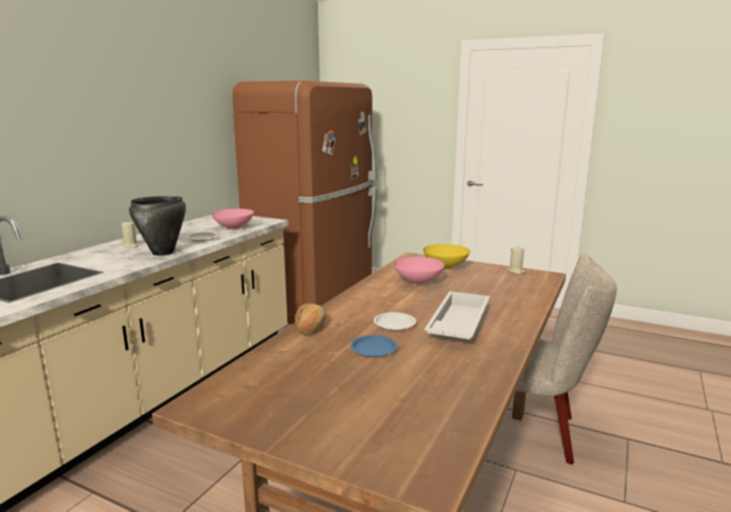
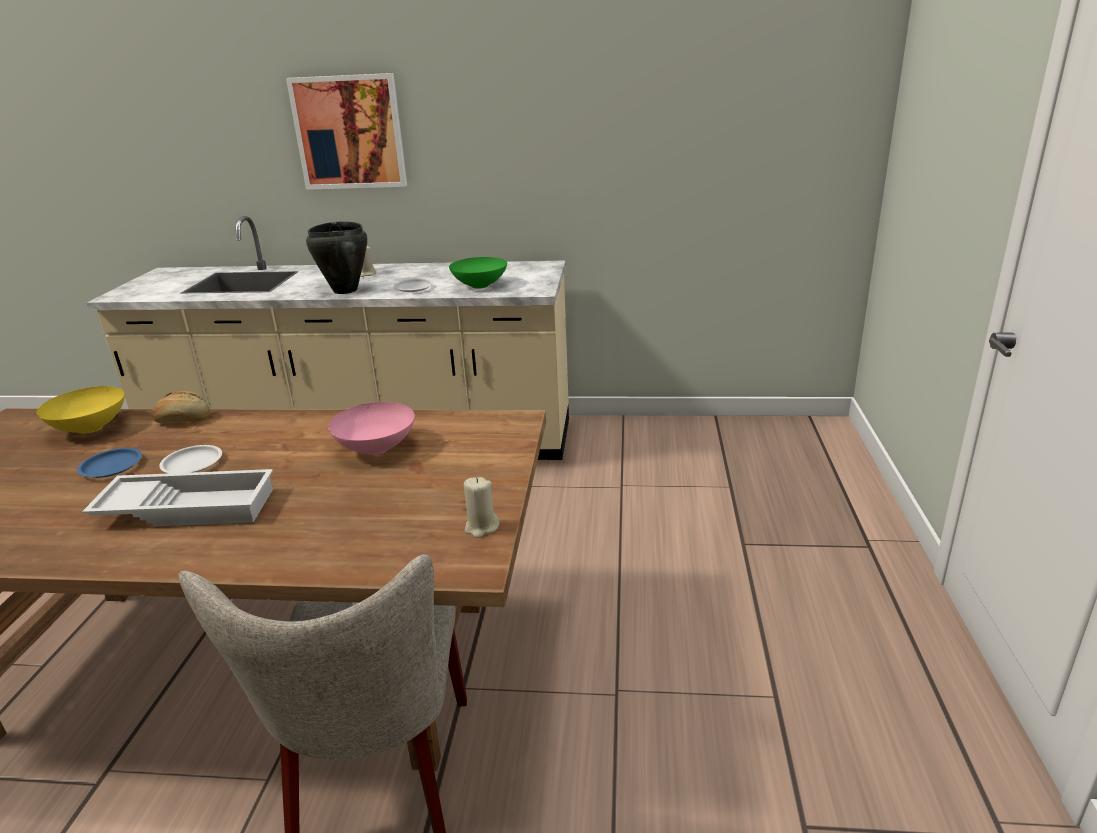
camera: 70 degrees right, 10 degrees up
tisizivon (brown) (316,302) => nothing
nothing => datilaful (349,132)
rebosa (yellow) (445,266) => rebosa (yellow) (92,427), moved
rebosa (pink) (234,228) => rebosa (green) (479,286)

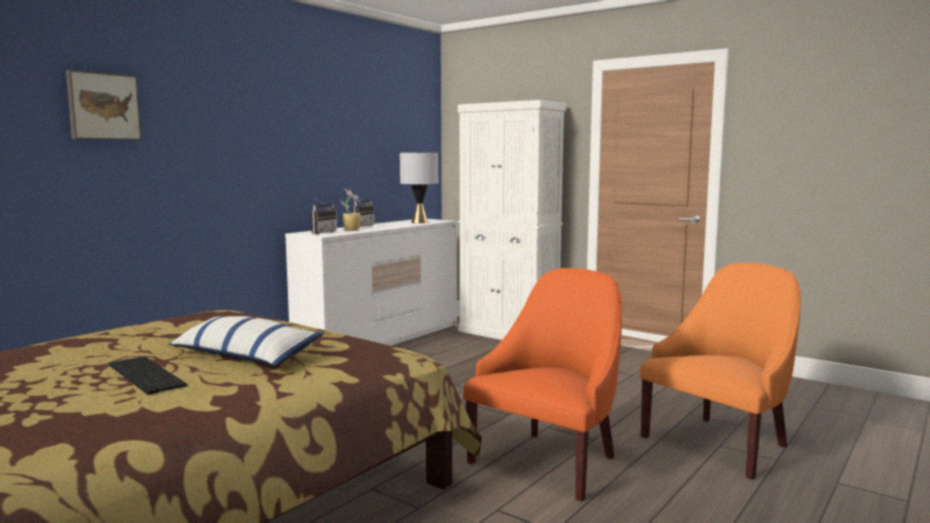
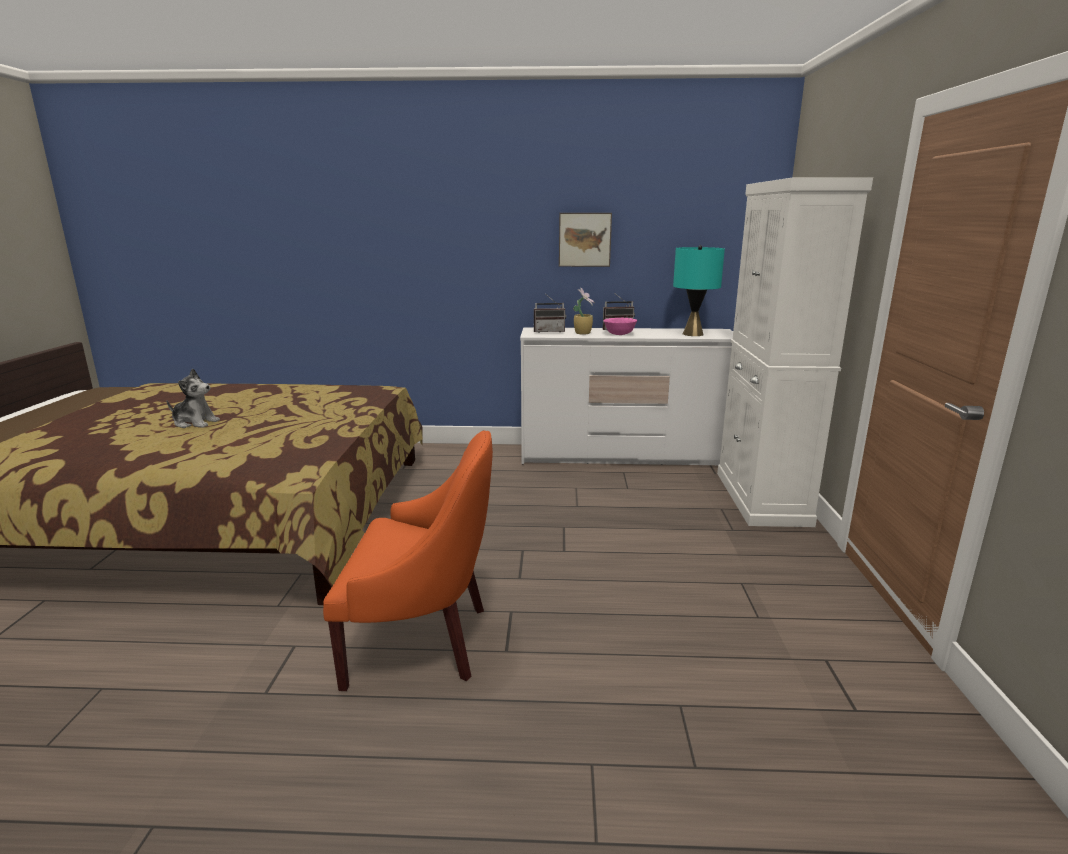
camera: 55 degrees right, 10 degrees up
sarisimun (246,356) => nothing
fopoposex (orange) (720,443) => nothing
nothing => rebosa (pink) (619,334)
datilaful (103,106) => datilaful (584,239), moved
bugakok (143,375) => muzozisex (195,423)
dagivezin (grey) (419,222) => dagivezin (turquoise) (693,334)

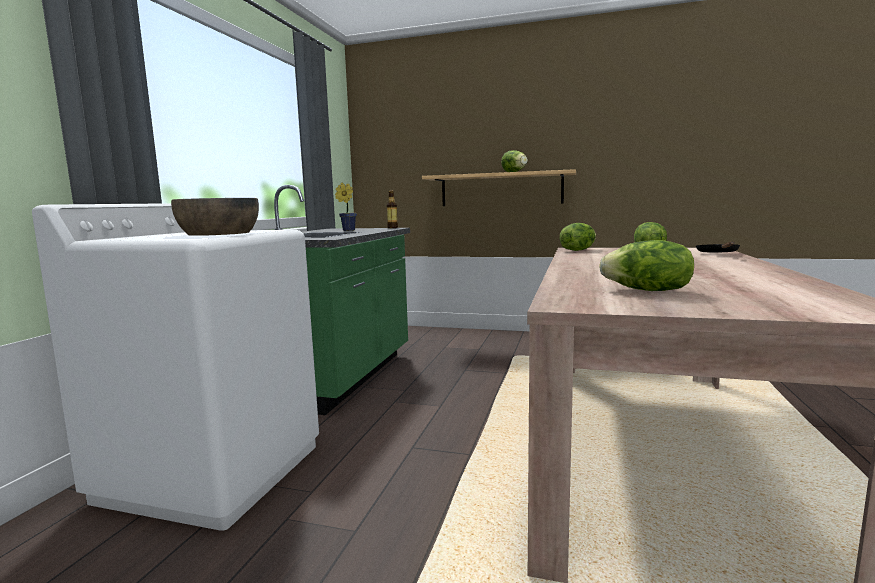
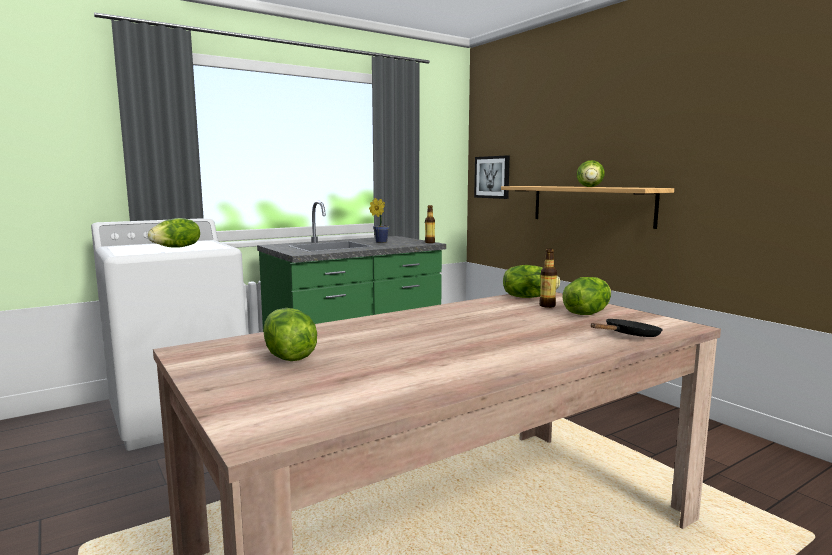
camera: 40 degrees right, 0 degrees up
nothing => datilaful (492,177)
nothing => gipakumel (547,306)
rebosa (brown) (219,233) => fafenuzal (177,247)

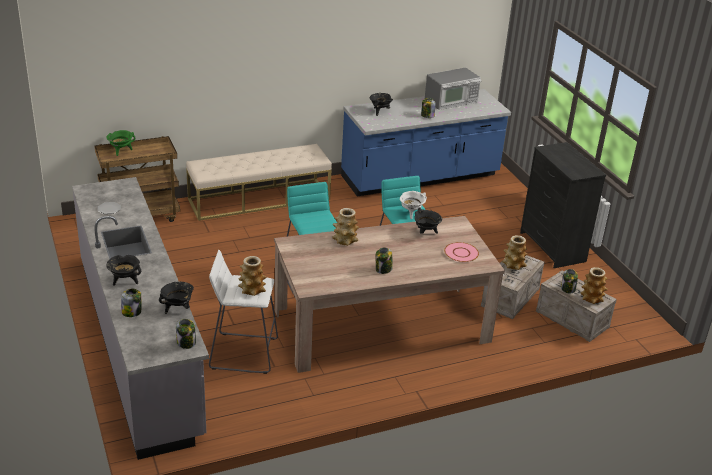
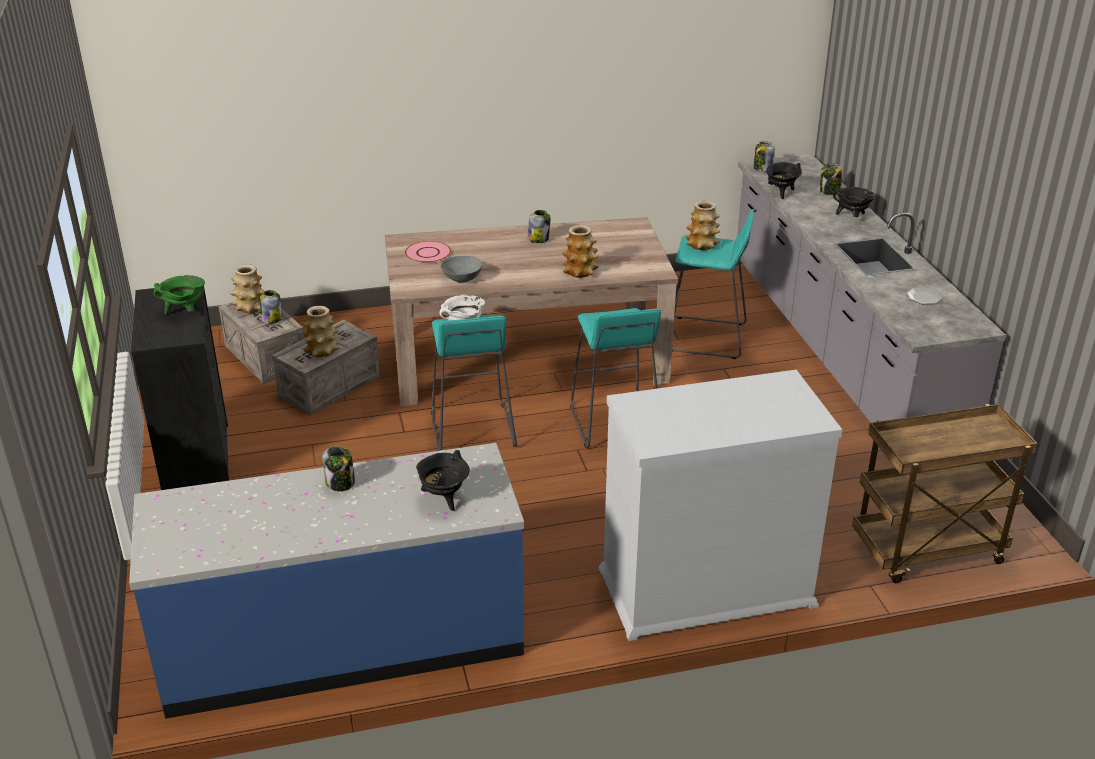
camera: 170 degrees left, 0 degrees up
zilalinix (451,101) => nothing
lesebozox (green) (121,151) => lesebozox (green) (185,311), moved
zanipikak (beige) (259,199) => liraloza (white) (705,587)
lesebozox (black) (426,233) => rebosa (grey) (462,278)
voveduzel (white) (243,352) => voveduzel (turquoise) (707,338)

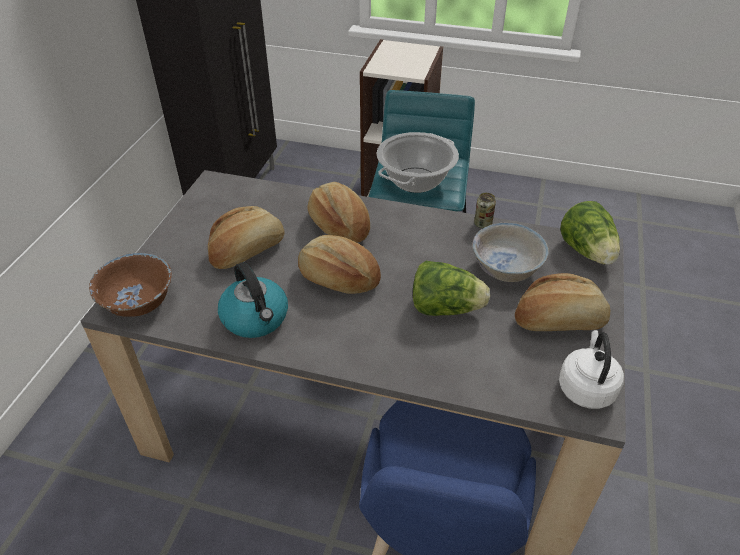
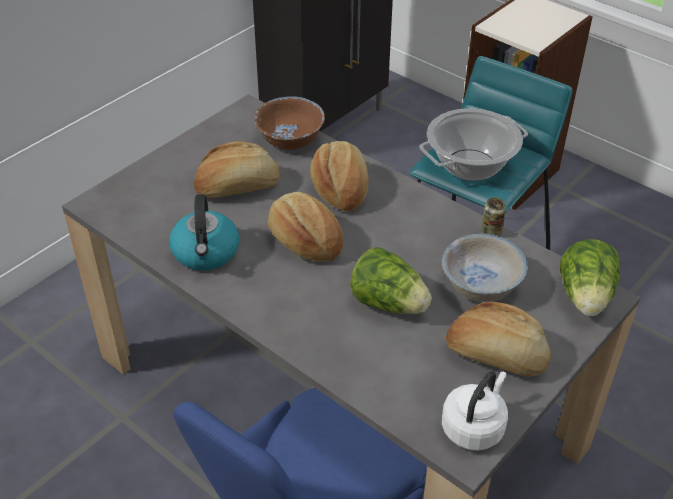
camera: 25 degrees right, 0 degrees up
rebosa (brown) (138,301) => rebosa (brown) (290,139), moved

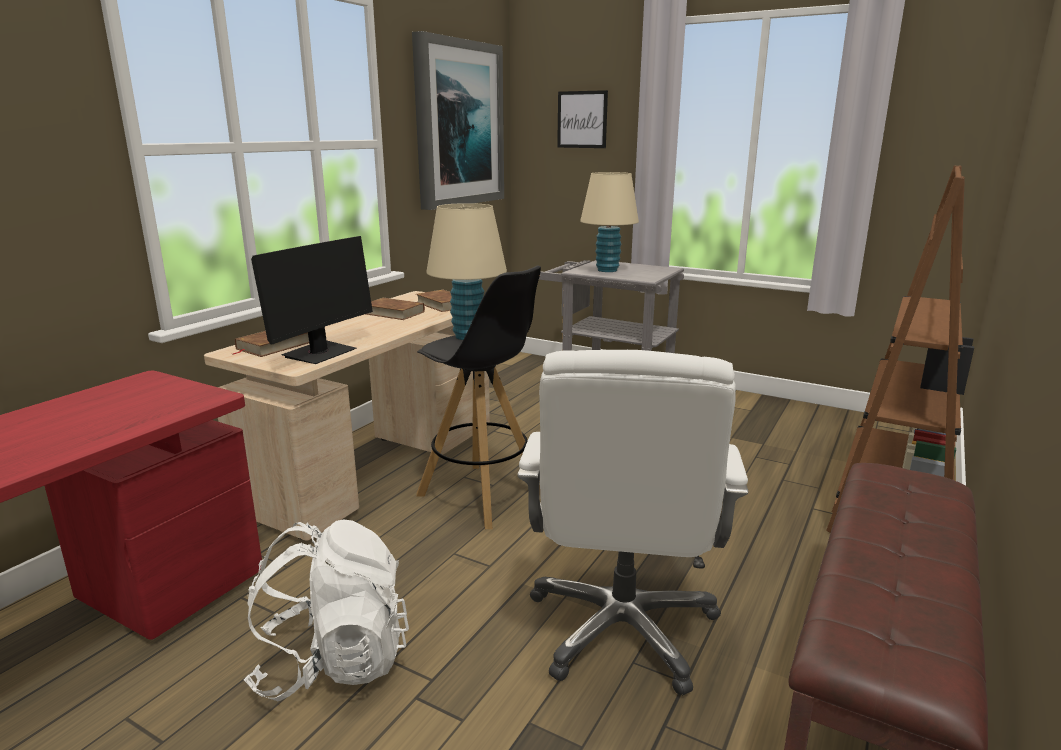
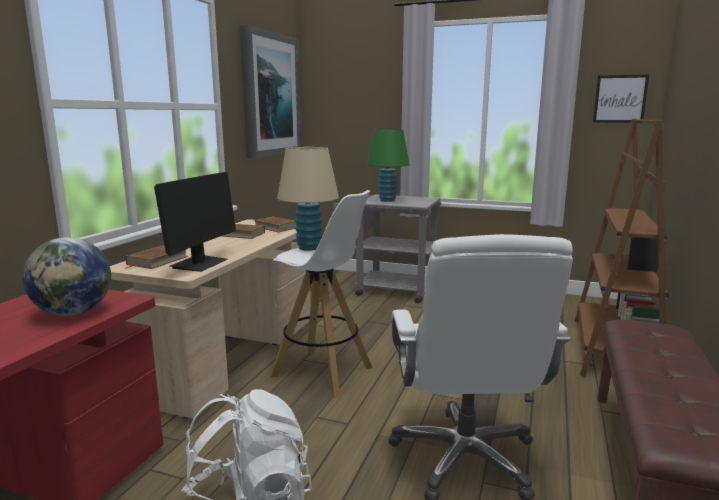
camera: 10 degrees left, 5 degrees down
nothing => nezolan (74,313)
datilaful (582,119) => datilaful (620,99), moved
voveduzel (black) (482,495) => voveduzel (white) (323,372)
dagivezin (beige) (607,270) => dagivezin (green) (387,200)

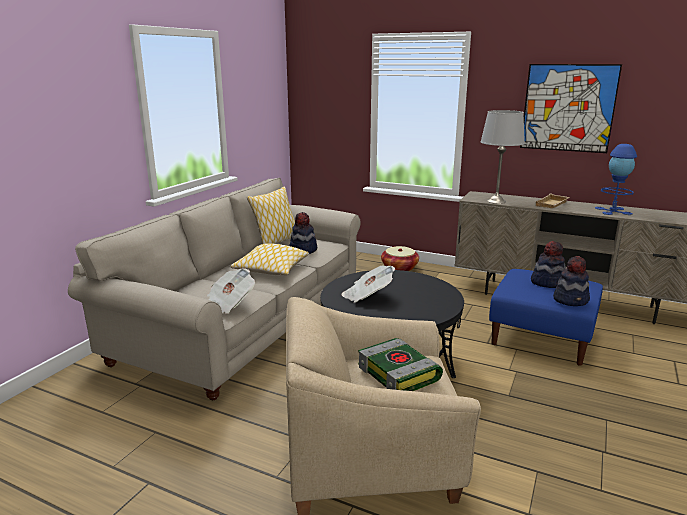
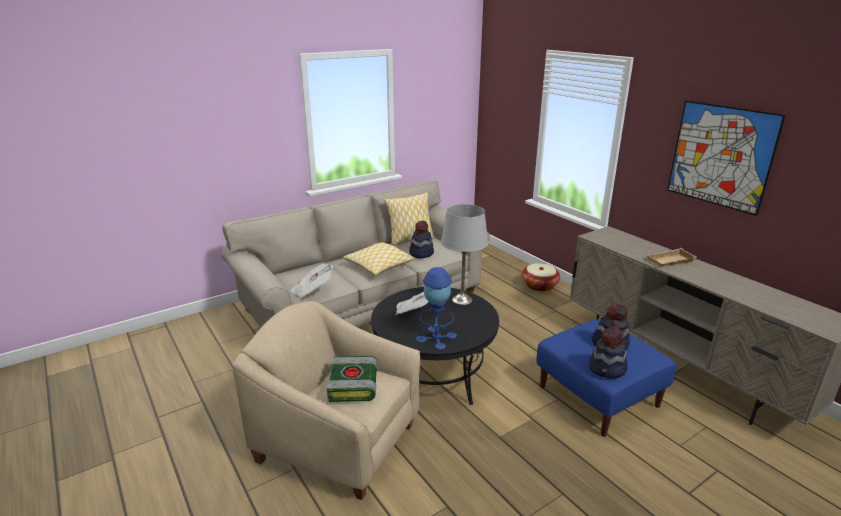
camera: 30 degrees right, 5 degrees up
dagivezin (grey) (496,201) => dagivezin (grey) (462,300), moved
dagivezin (blue) (613,211) => dagivezin (blue) (436,337), moved

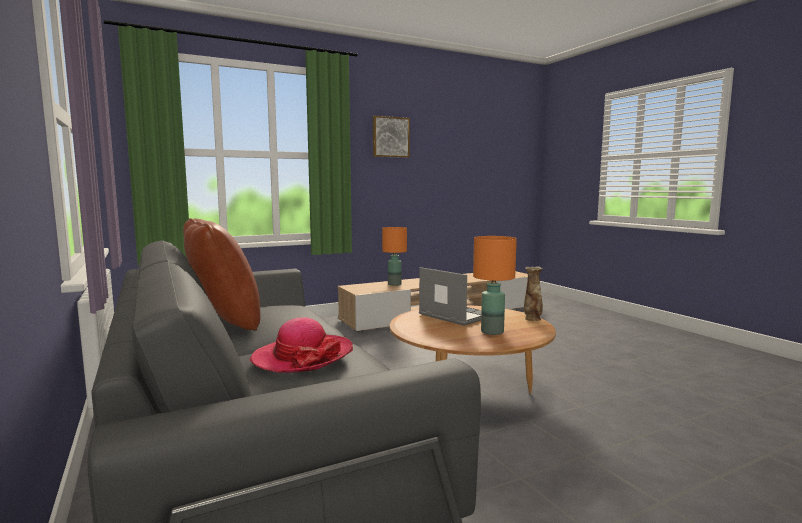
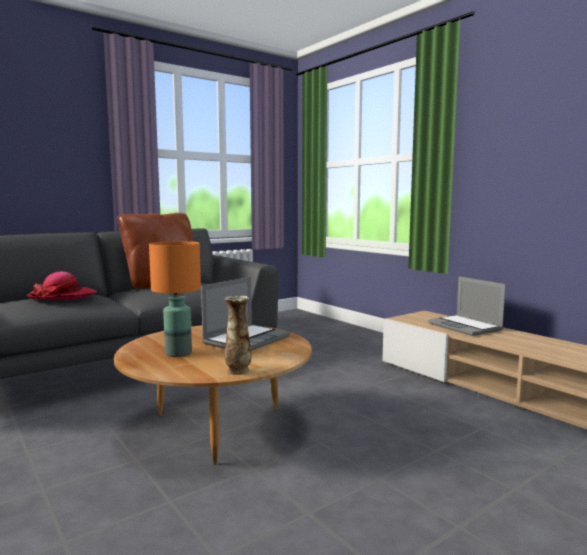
camera: 80 degrees right, 0 degrees up
datilaful (390,137) => nothing
dagivezin (orange) (394,284) => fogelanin (466,327)

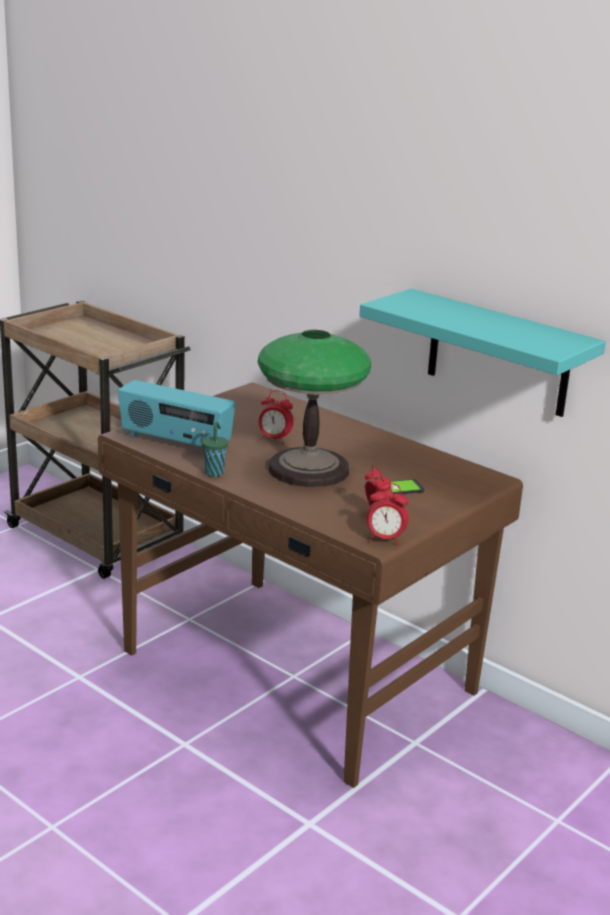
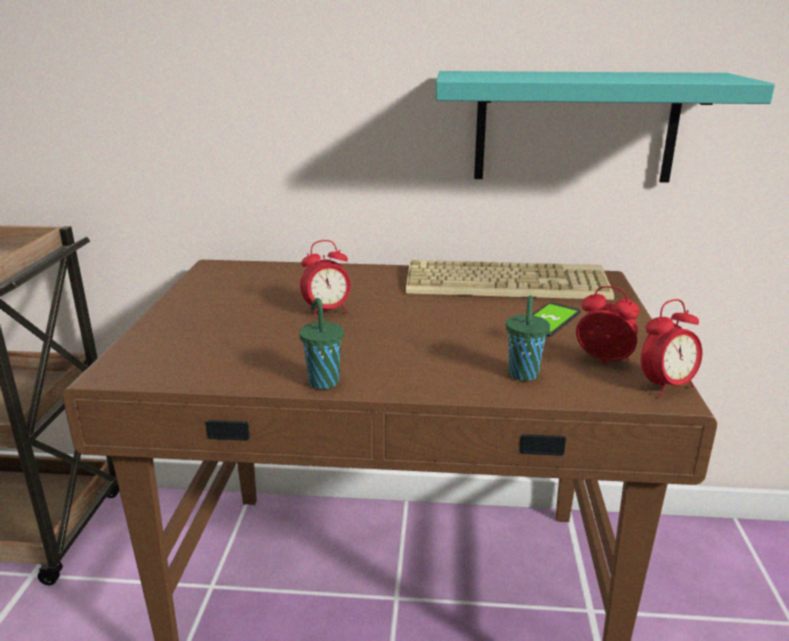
camera: 35 degrees left, 0 degrees up
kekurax (175,442) => nothing
dagivezin (308,469) => nothing
nothing => bugakok (507,282)
nothing => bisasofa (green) (523,375)

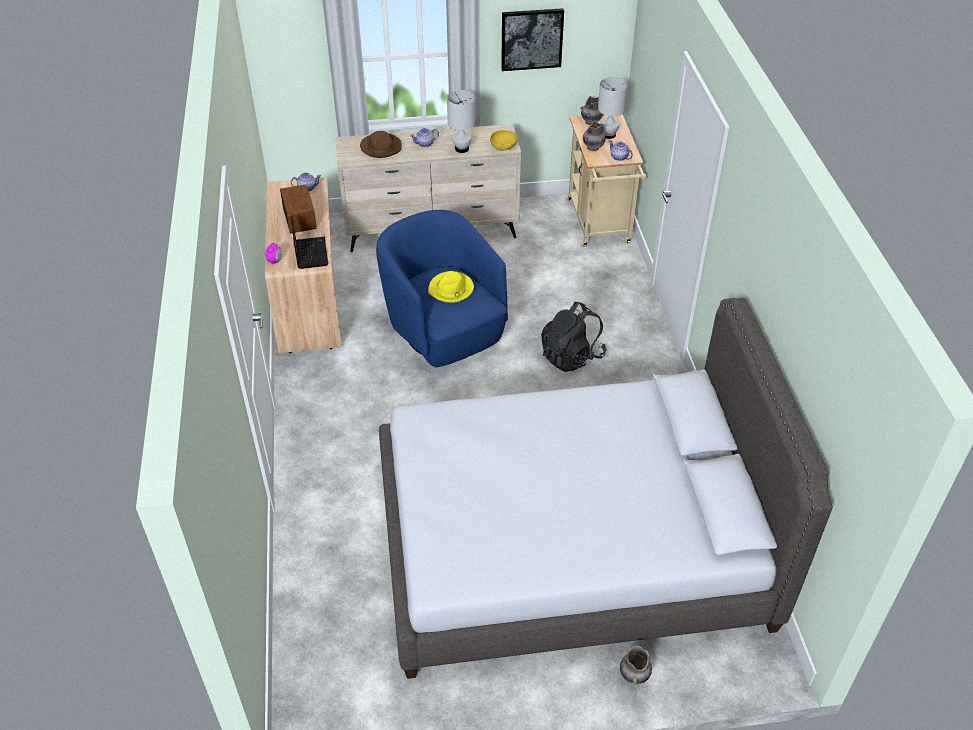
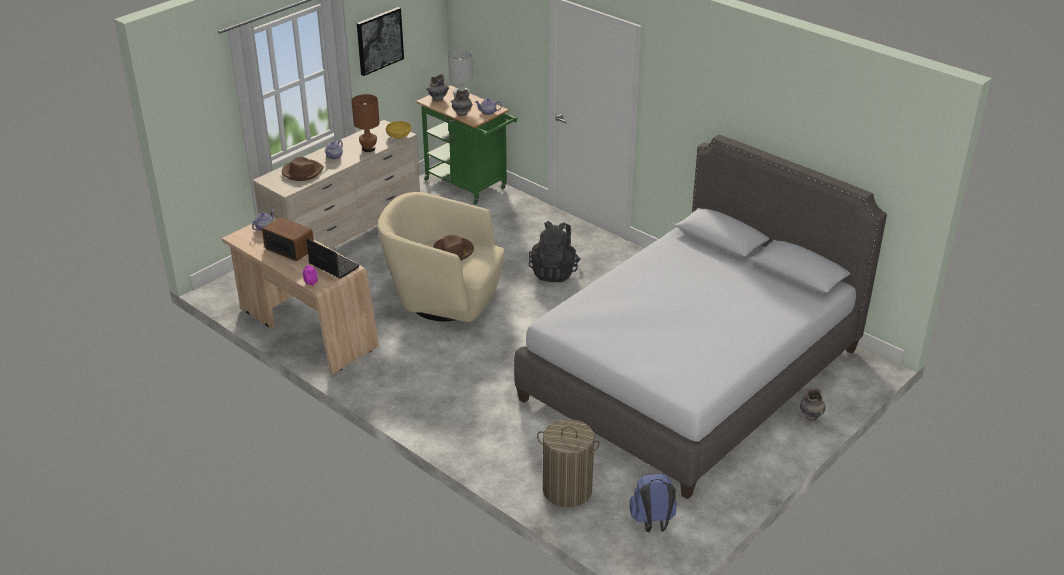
camera: 40 degrees left, 10 degrees down
nothing => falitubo (567,490)
nothing => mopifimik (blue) (652,523)
fopoposex (blue) (444,331) => fopoposex (beige) (444,299)
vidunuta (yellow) (451,289) => vidunuta (brown) (453,251)
dagivezin (white) (461,149) => dagivezin (brown) (368,149)
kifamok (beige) (599,225) => kifamok (green) (469,186)

